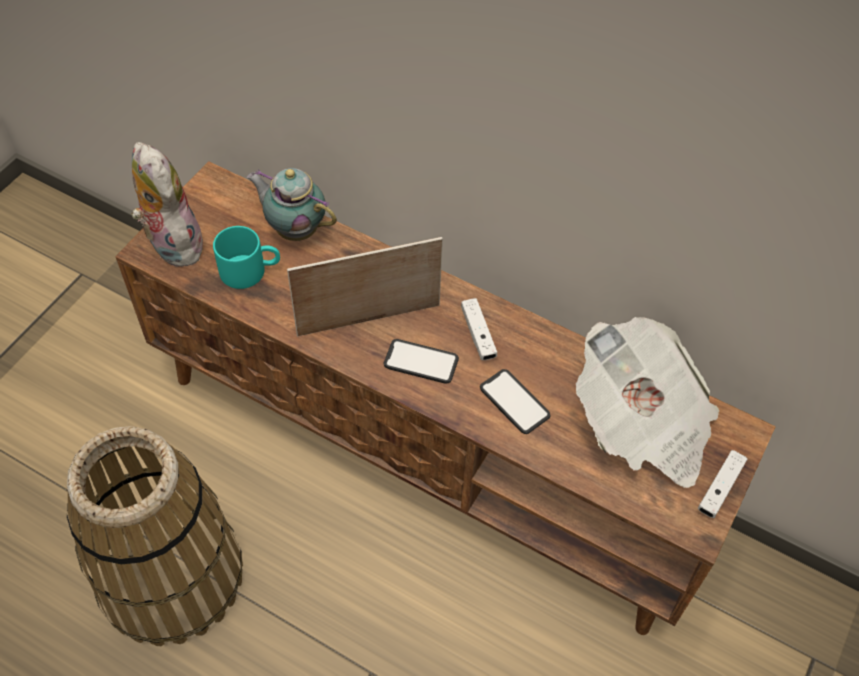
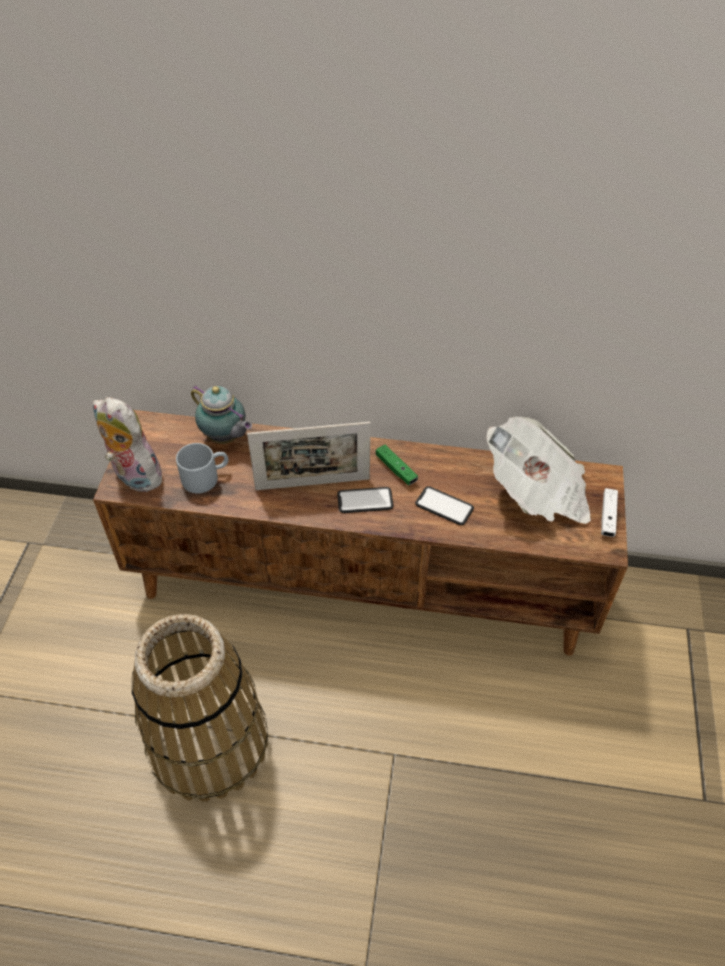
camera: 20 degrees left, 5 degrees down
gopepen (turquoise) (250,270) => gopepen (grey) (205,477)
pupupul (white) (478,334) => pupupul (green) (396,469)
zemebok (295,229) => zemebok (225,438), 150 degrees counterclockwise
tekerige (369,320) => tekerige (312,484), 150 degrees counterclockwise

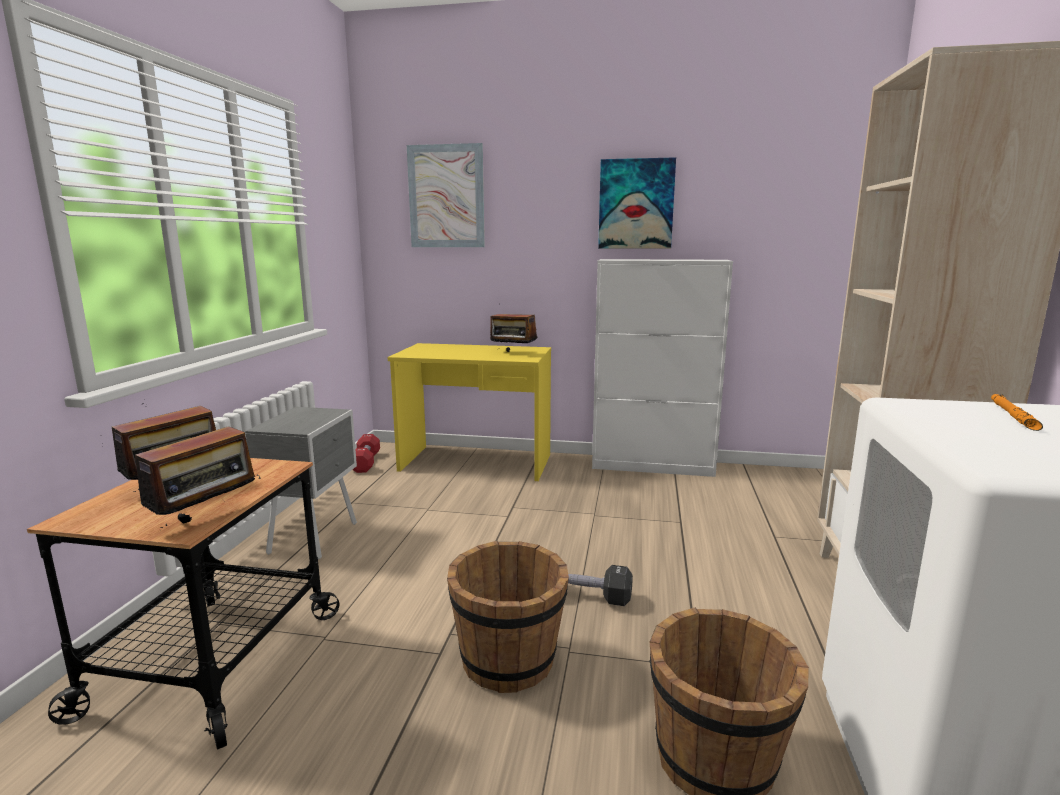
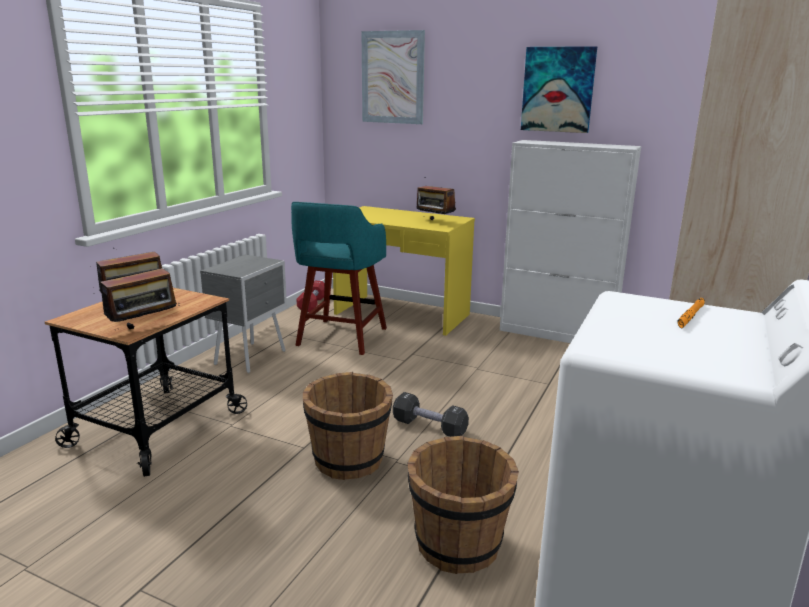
camera: 15 degrees right, 5 degrees up
nothing => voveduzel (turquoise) (341,338)

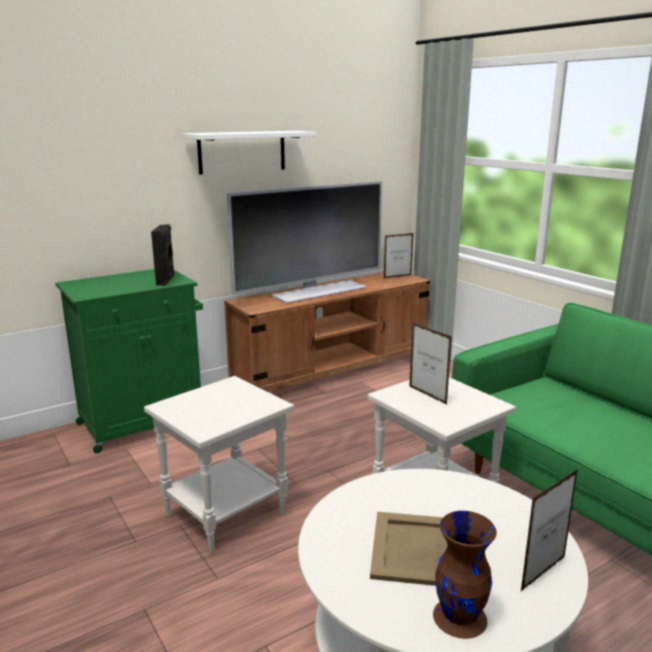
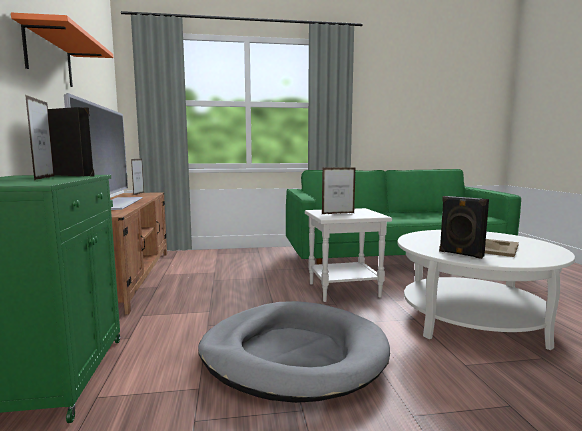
camera: 65 degrees left, 10 degrees down
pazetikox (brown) (461,617) => nothing
nothing => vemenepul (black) (460,254)
tekerige (543,573) => tekerige (45,178), moved
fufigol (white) (225,512) => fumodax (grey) (293,354)
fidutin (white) (242,152) => fidutin (orange) (49,57)

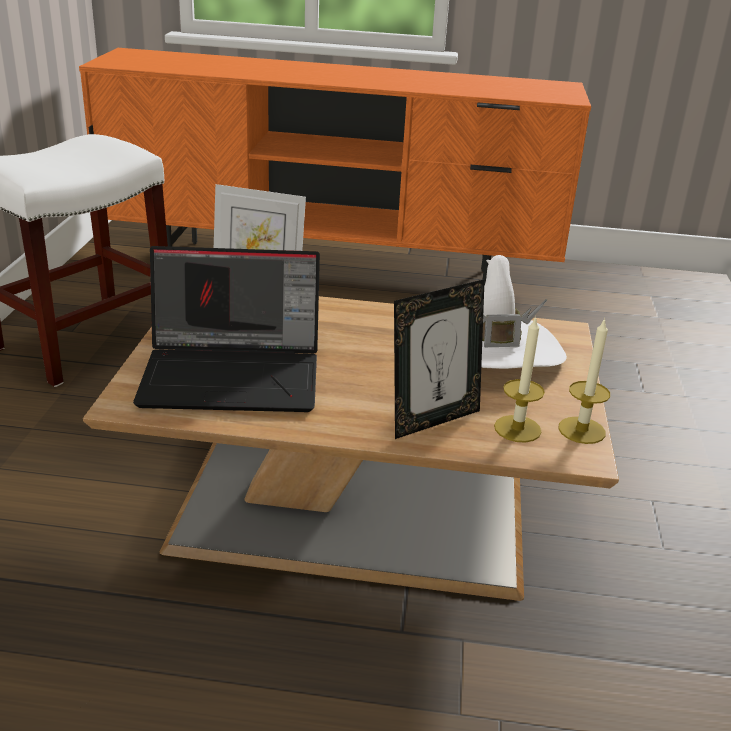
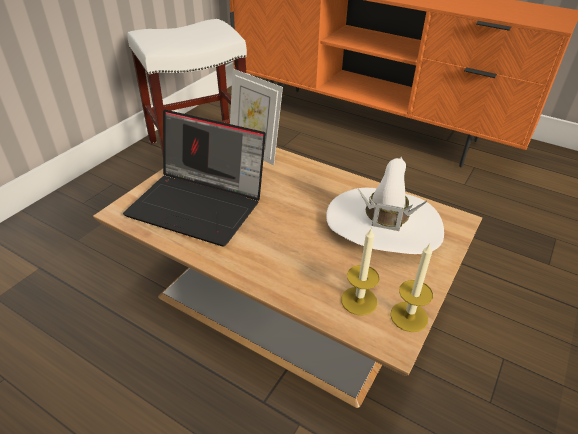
camera: 25 degrees right, 10 degrees up
tekerige (433,420) => nothing

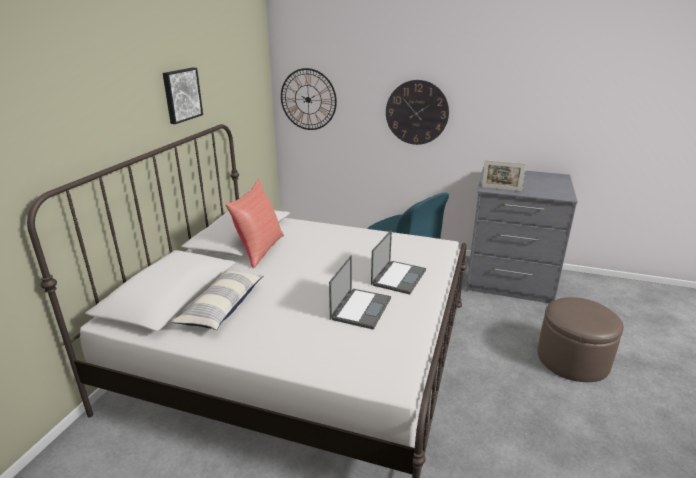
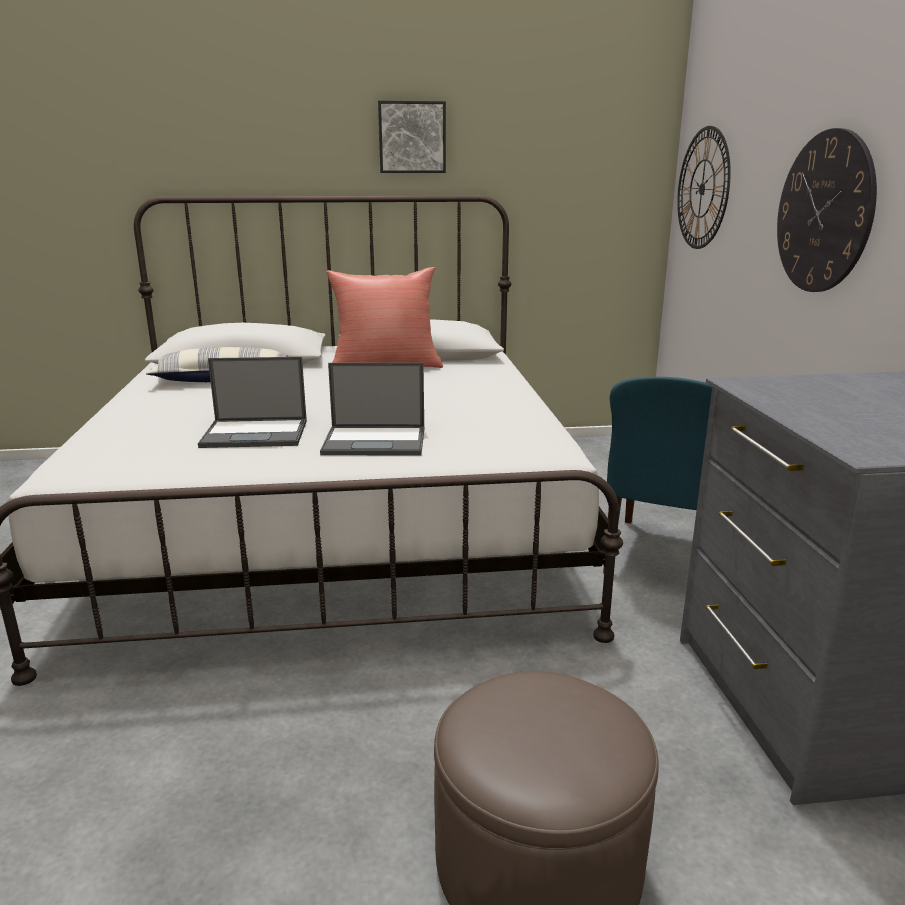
camera: 65 degrees right, 5 degrees down
tekerige (501,189) => nothing

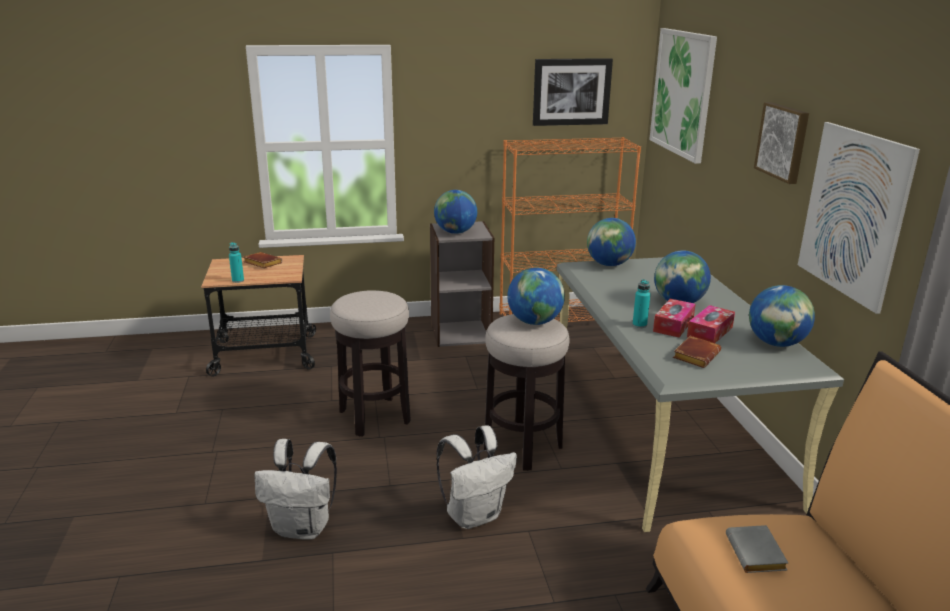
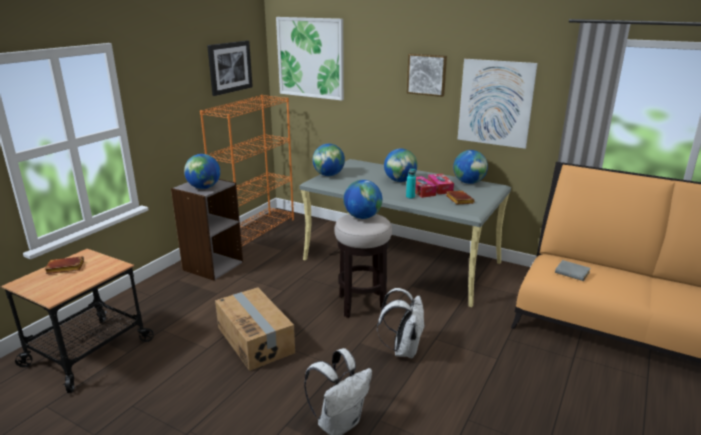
camera: 50 degrees left, 0 degrees up
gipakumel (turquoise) (238,280) => nothing
voveduzel (375,416) => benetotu (256,339)

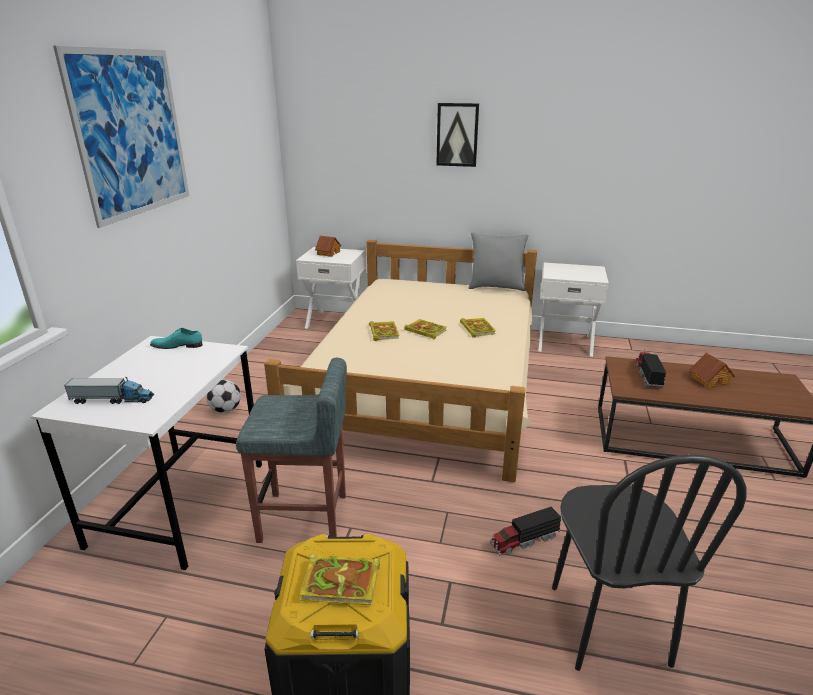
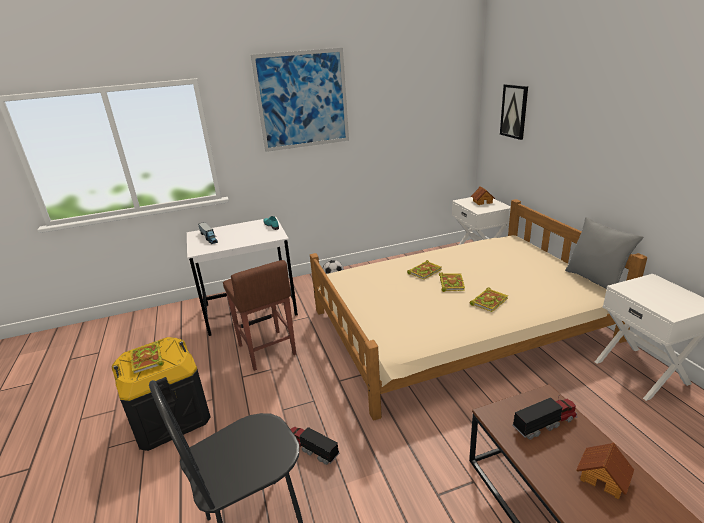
camera: 60 degrees right, 0 degrees up
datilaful (457,135) => datilaful (514,111), moved
voveduzel (grey) (305,518) => voveduzel (brown) (267,350)

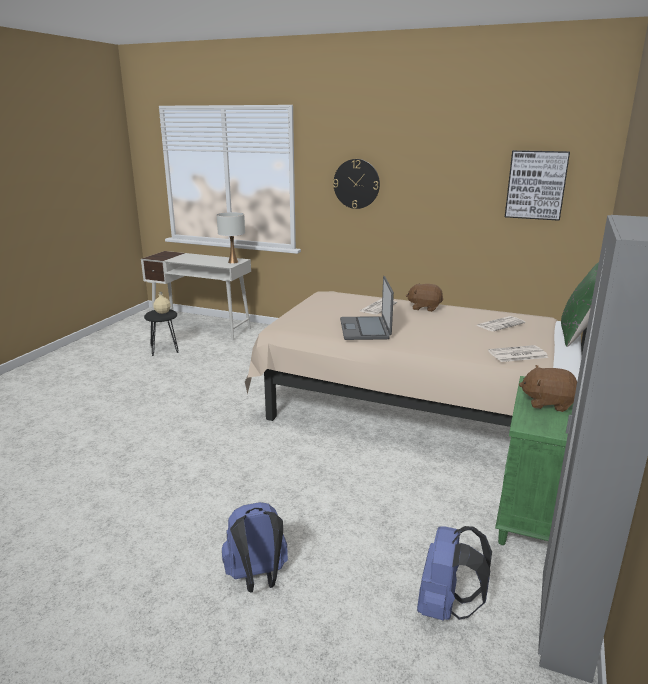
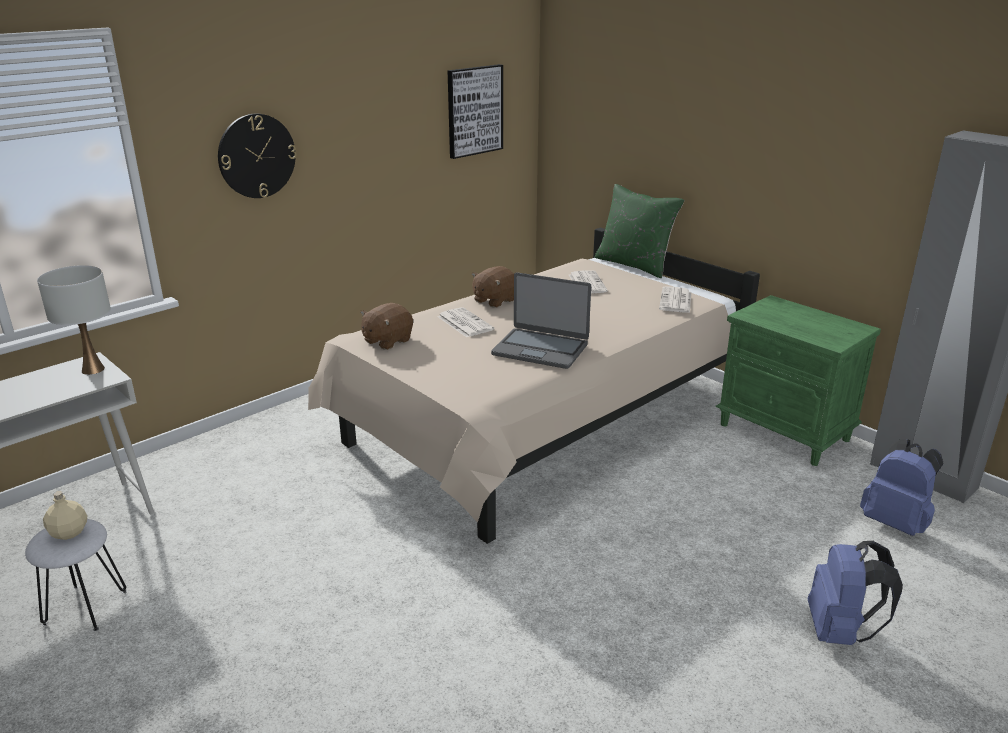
camera: 65 degrees left, 5 degrees up
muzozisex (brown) (547,403) => muzozisex (brown) (387,341), moved
voveduzel (black) (164,349) => voveduzel (white) (85,608)

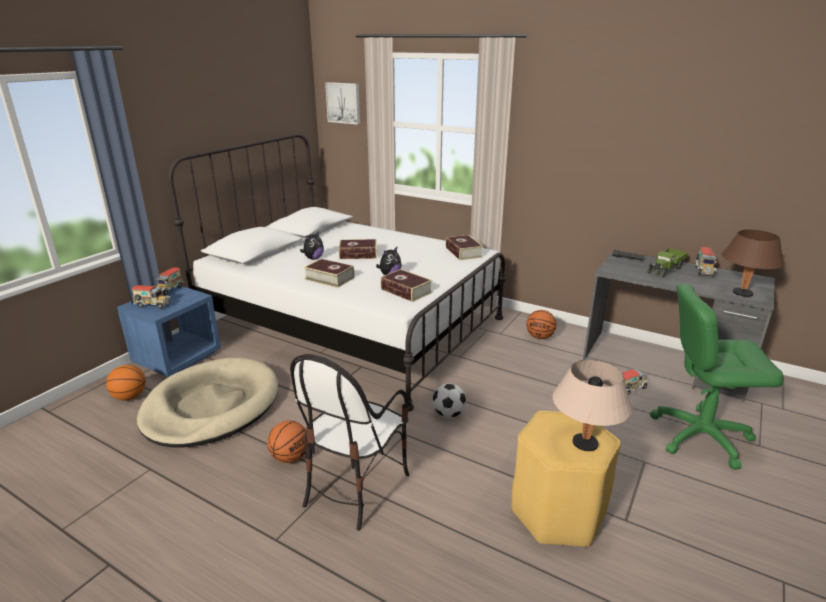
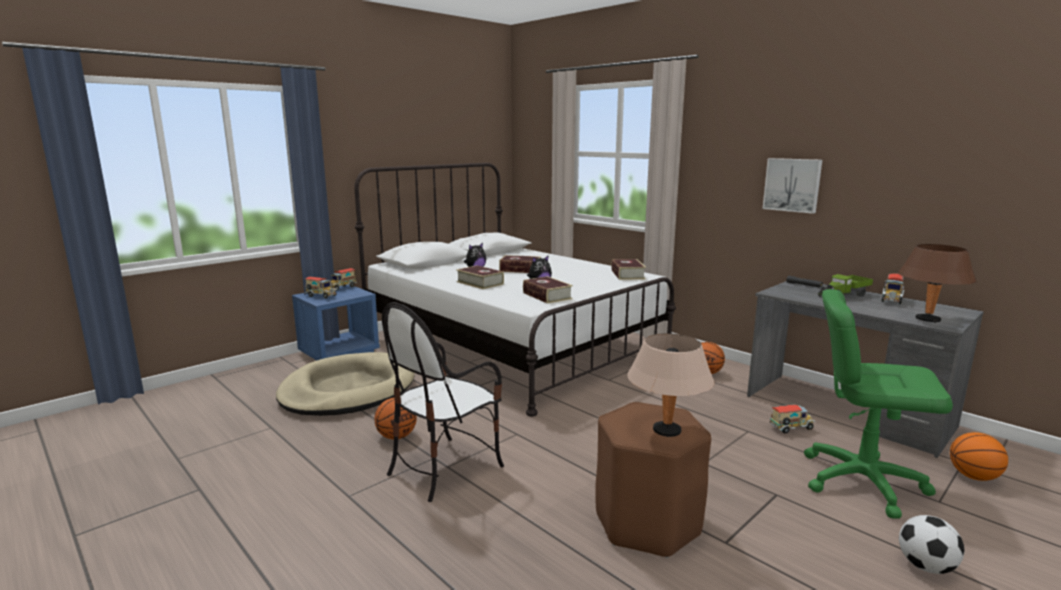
camera: 15 degrees right, 10 degrees down
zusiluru (130,397) => zusiluru (973,476), moved
datilaful (344,103) => datilaful (792,185), moved
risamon (448,414) => risamon (926,566), moved
voveduzel (yellow) (558,513) => voveduzel (brown) (647,523)

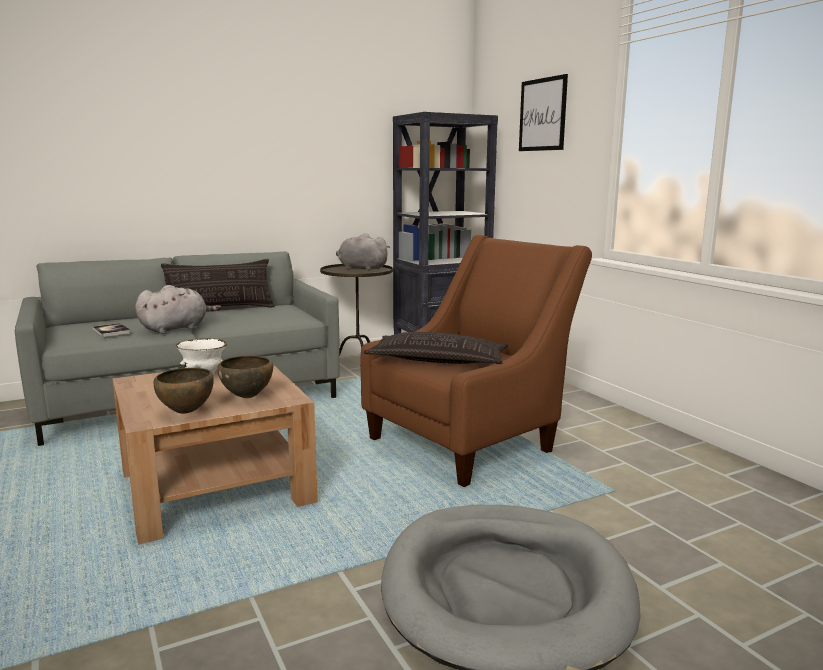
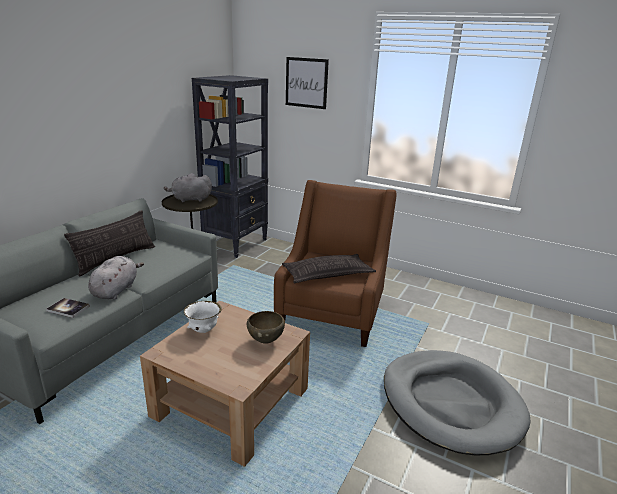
camera: 35 degrees left, 10 degrees up
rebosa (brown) (186,412) => nothing

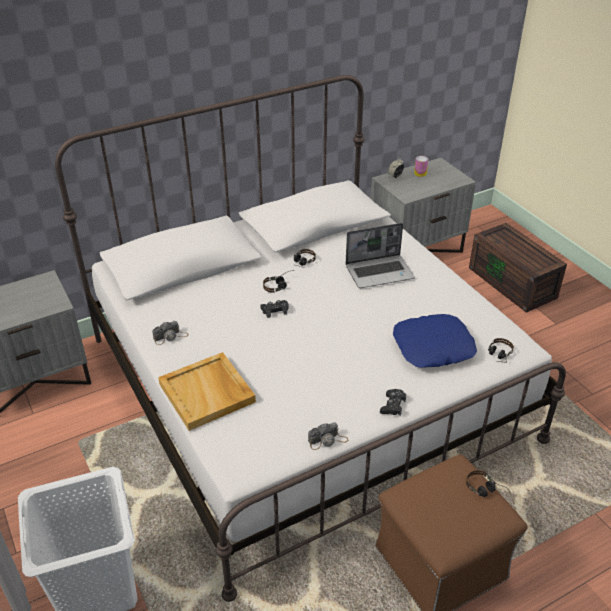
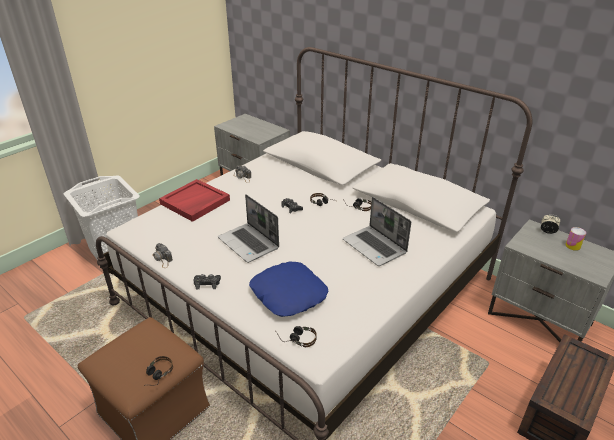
camera: 70 degrees right, 5 degrees down
nothing => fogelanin (249,243)
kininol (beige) (208,393) => kininol (red) (195,202)

